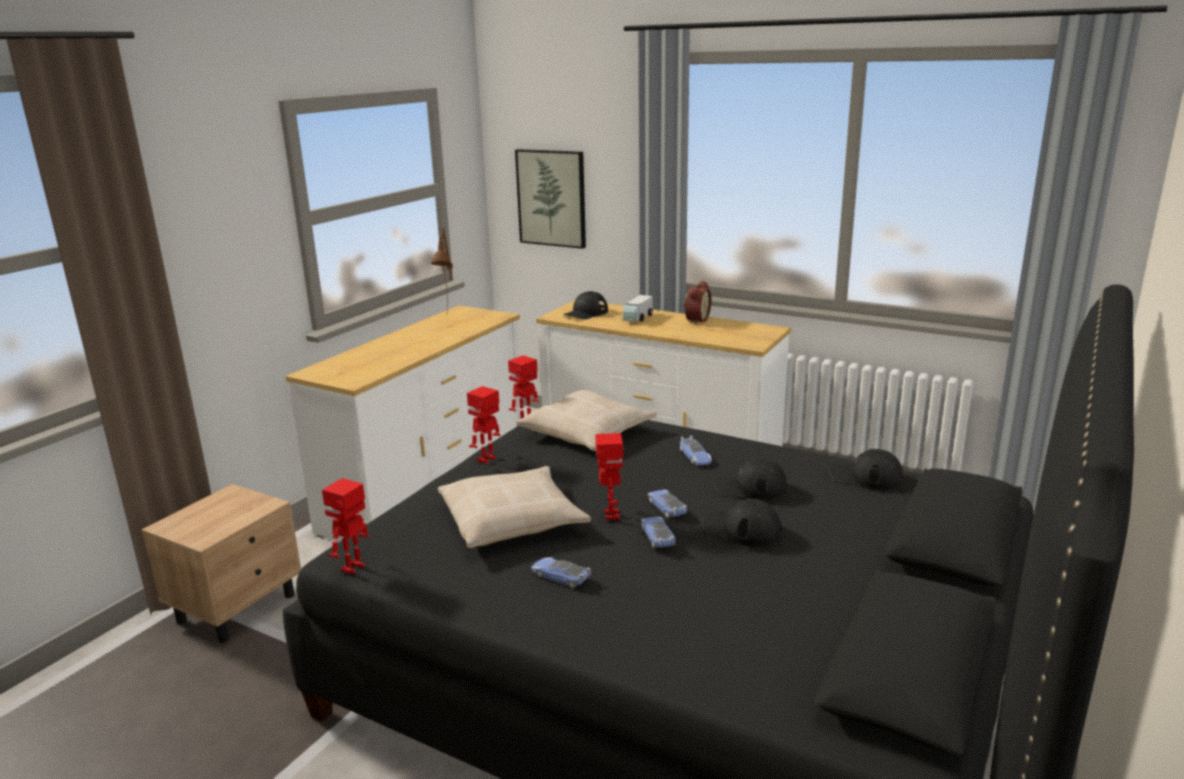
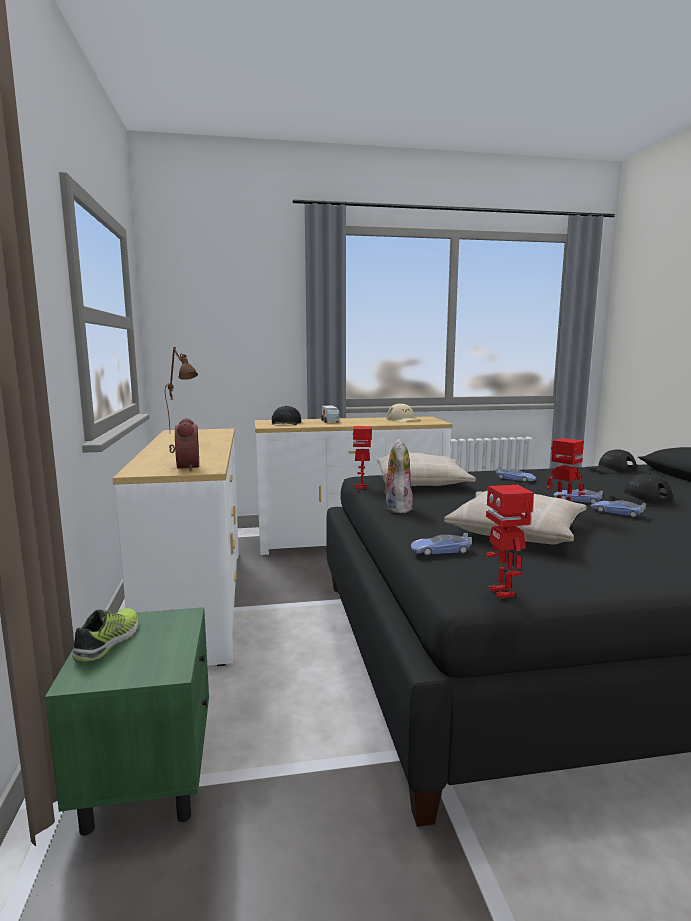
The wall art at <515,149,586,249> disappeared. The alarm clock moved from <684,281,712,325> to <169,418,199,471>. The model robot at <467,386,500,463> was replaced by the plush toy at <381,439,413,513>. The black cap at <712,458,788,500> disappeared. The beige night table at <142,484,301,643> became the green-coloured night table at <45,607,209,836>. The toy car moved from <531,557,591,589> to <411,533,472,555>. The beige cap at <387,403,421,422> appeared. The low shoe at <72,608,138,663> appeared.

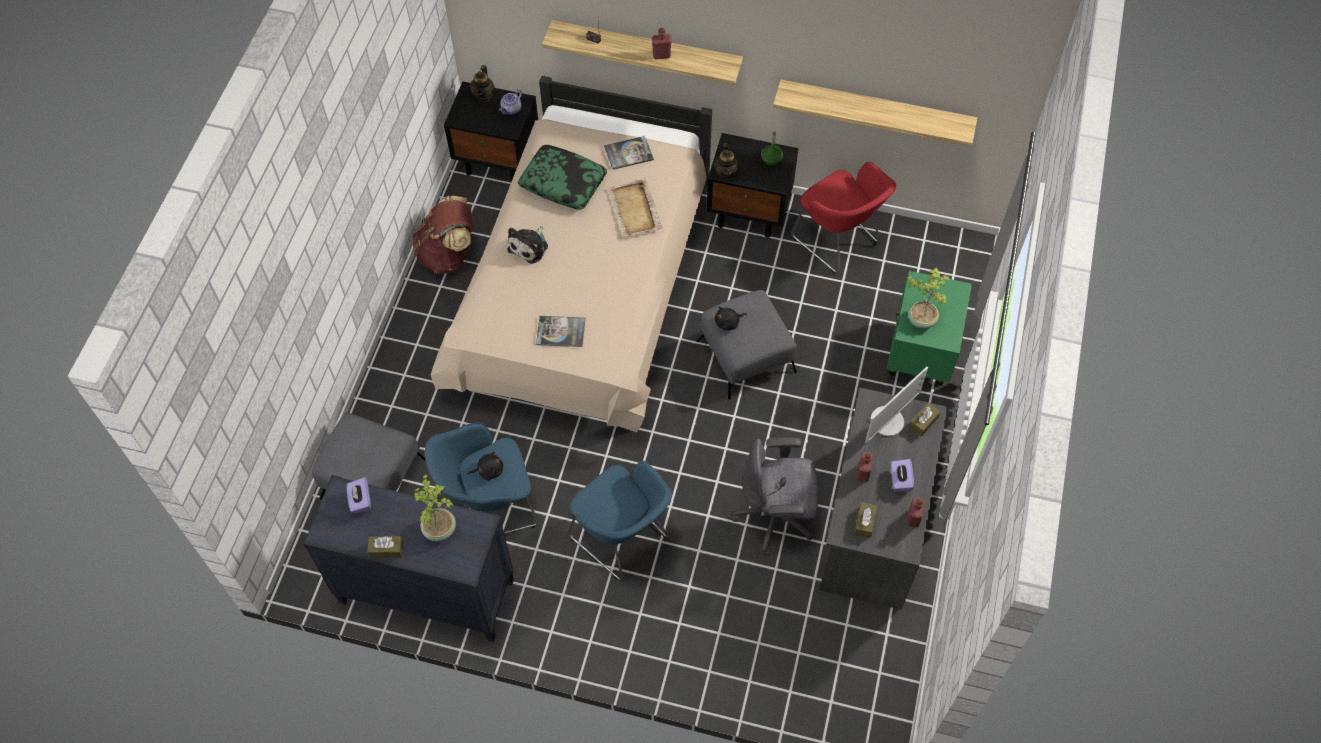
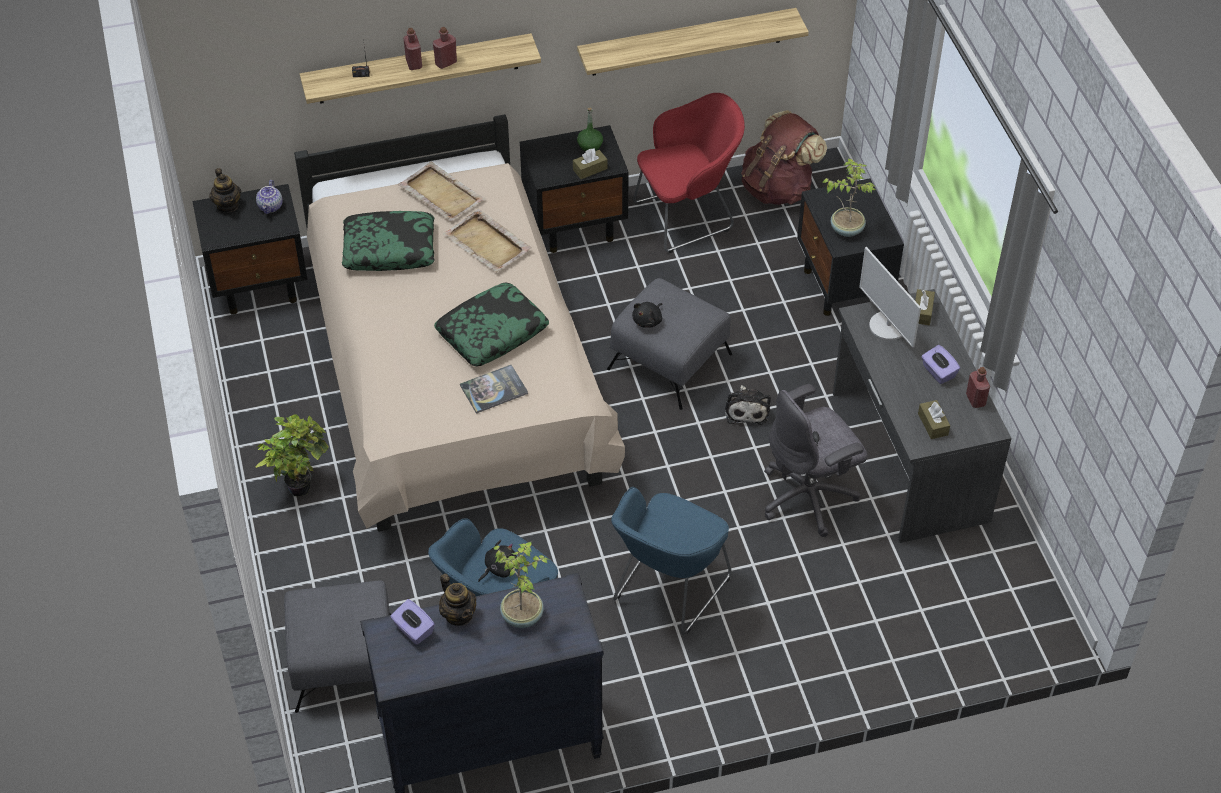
The bound book at <604,136,654,170> was replaced by the beige serving tray at <398,161,485,221>. The tea pot moved from <713,143,740,180> to <439,574,477,626>. The red-coloured easy chair at <792,162,897,273> turned 45 degrees counterclockwise. The brown rucksack moved from <412,196,473,274> to <741,110,827,205>. The plush toy moved from <507,226,548,264> to <725,385,771,425>. The green-coloured night table at <887,271,972,386> became the black night table at <797,178,904,316>. The monitor at <865,367,928,443> turned 135 degrees clockwise. The red-coloured beverage bottle moved from <856,452,874,482> to <404,28,422,70>. The bluish easy chair at <569,460,672,581> turned 105 degrees clockwise. The brown box of tissues moved from <367,536,403,558> to <573,148,607,179>. The pillow at <434,282,549,366> appeared. The houseplant at <255,414,329,496> appeared.

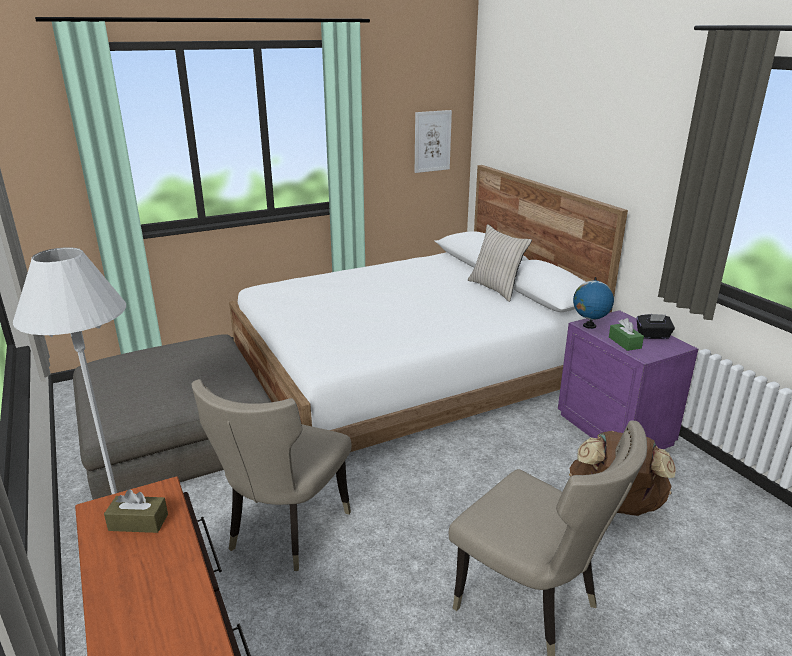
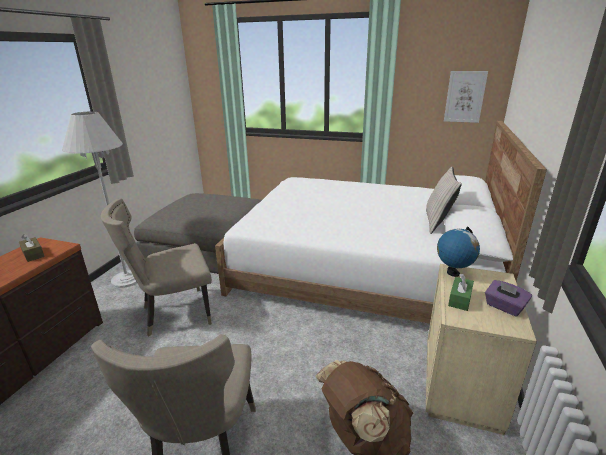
The purple-coloured night table at <558,310,698,449> became the beige night table at <426,264,537,435>. The black box of tissues at <637,314,675,339> became the purple-coloured box of tissues at <485,280,532,317>.

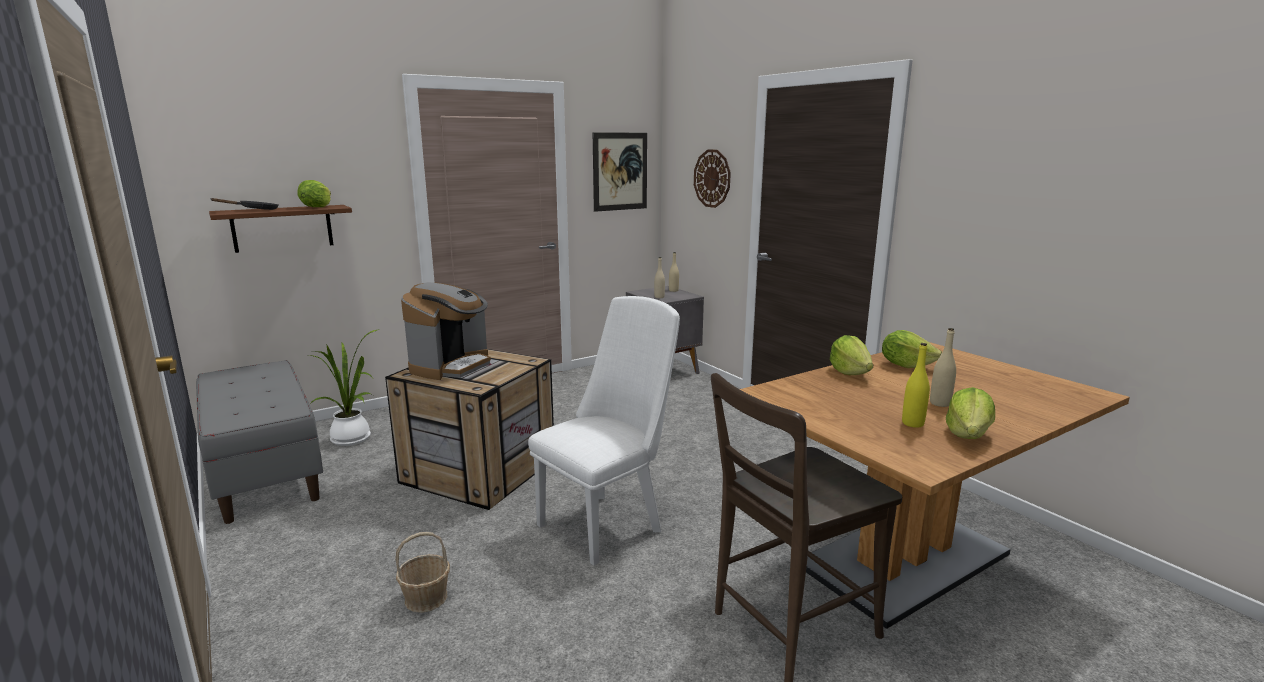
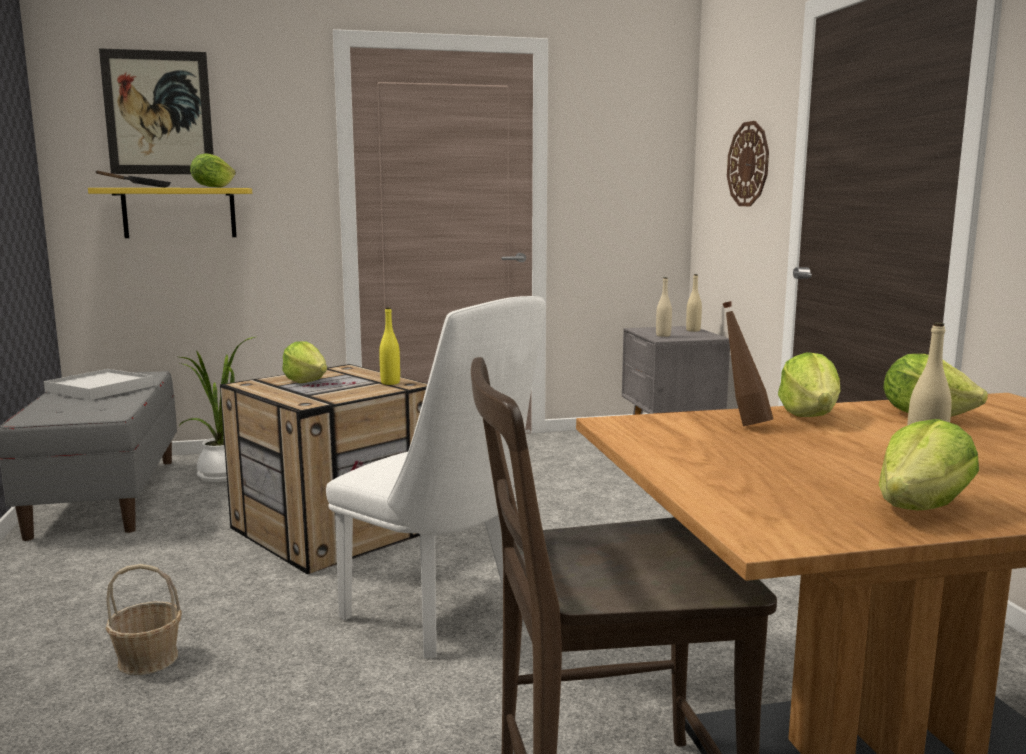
The wall art moved from <593,132,647,212> to <99,48,214,174>. The brown bracket shelf at <209,205,352,253> became the yellow bracket shelf at <88,188,252,238>. The coffee maker at <401,282,491,380> was replaced by the lettuce head at <282,341,327,383>. The whitish plain chair at <528,296,680,566> turned 60 degrees clockwise. The yellow beverage bottle moved from <902,343,930,428> to <379,307,400,385>. The brown beverage bottle at <723,301,773,426> appeared. The whitish serving tray at <44,369,154,400> appeared.

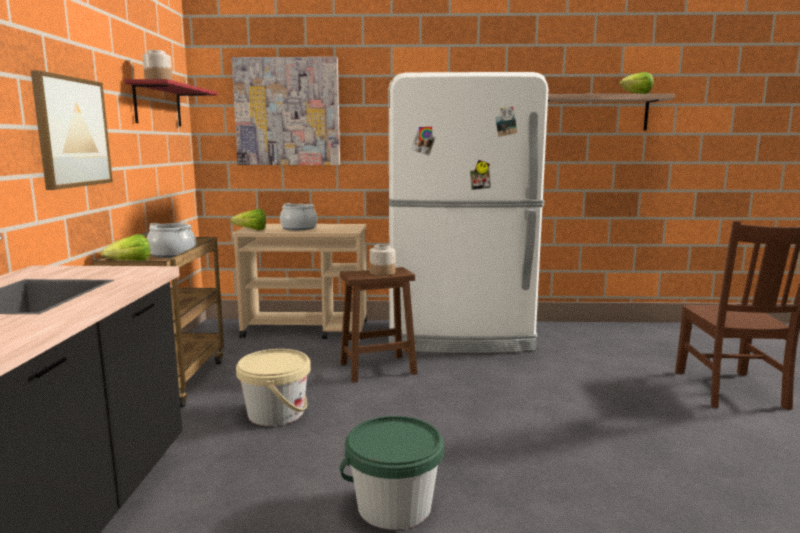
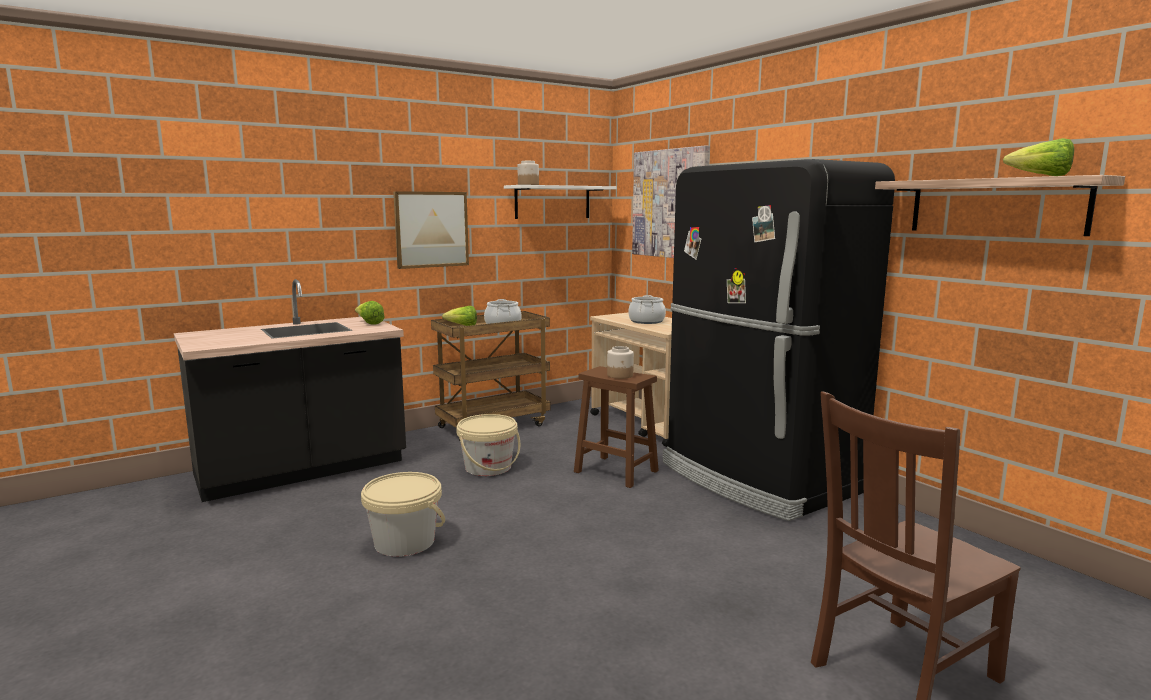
The whitish kitchen fridge at <388,72,548,353> became the black kitchen fridge at <663,159,895,521>. The red-coloured bracket shelf at <124,79,217,127> became the whitish bracket shelf at <504,185,617,219>. The lettuce head moved from <230,209,266,230> to <355,301,385,325>. The green-coloured water bucket at <340,416,444,530> became the beige water bucket at <361,472,445,557>.

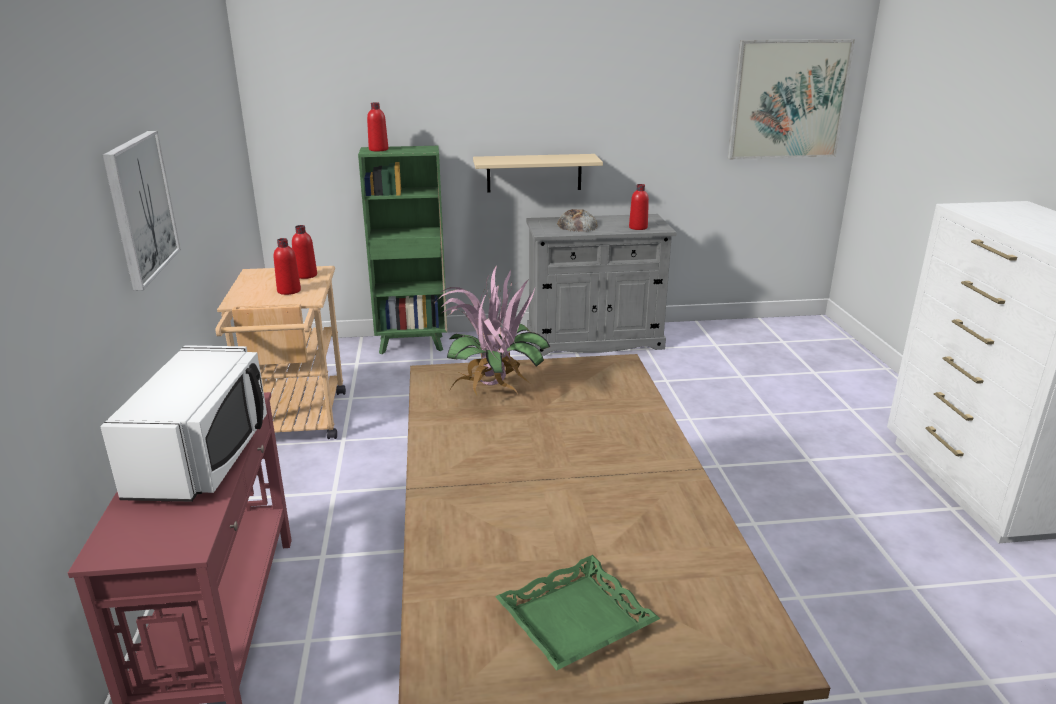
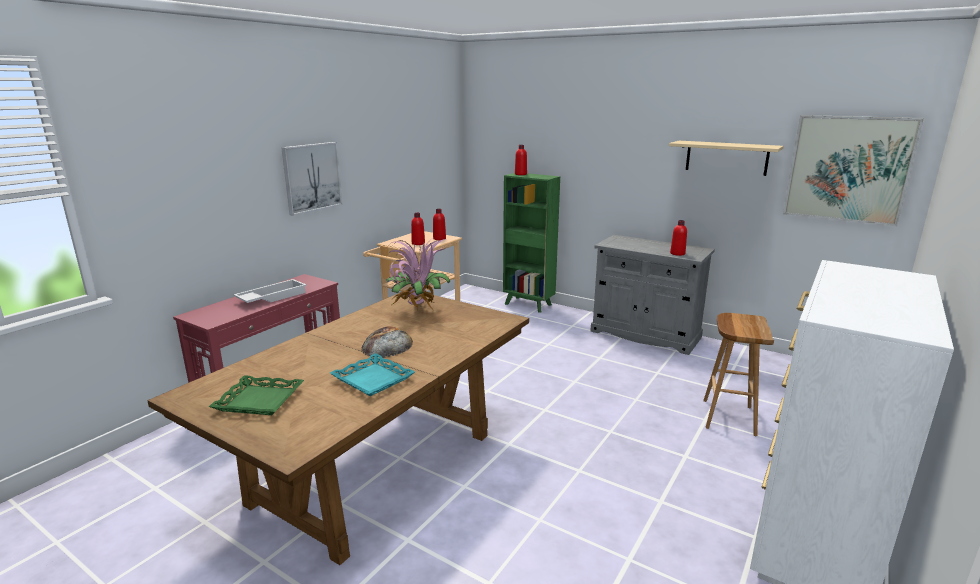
The beige bracket shelf moved from <473,154,603,193> to <669,141,784,176>. The bakery bread moved from <557,209,598,232> to <361,326,413,358>. The whitish microwave oven at <100,345,267,502> was replaced by the whitish serving tray at <233,279,306,303>. The brown stool at <703,313,774,436> appeared. The blue-green serving tray at <330,353,415,396> appeared.

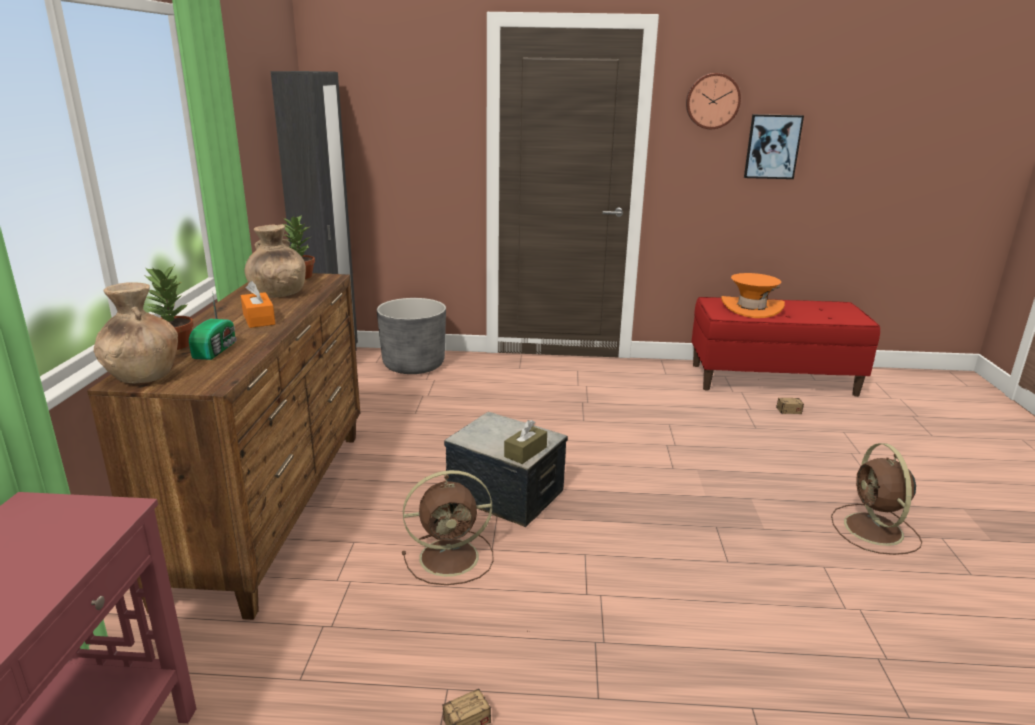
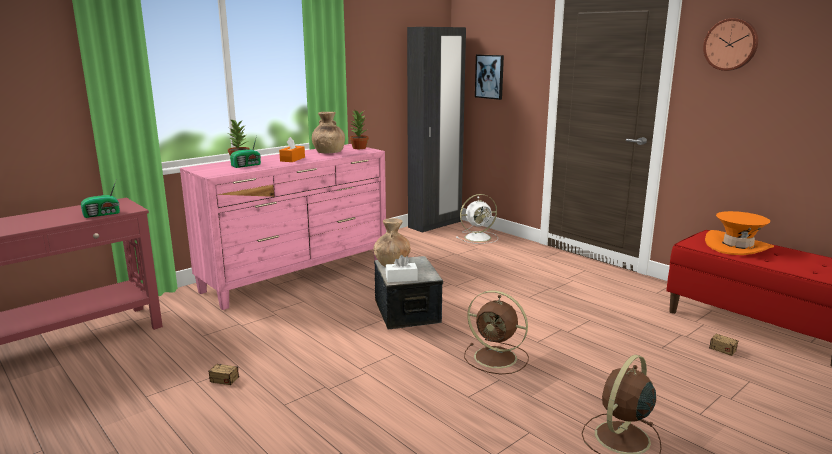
The wall art moved from <744,114,804,179> to <475,55,504,100>. The brown drawer chest at <87,273,360,620> became the pinkish drawer chest at <180,144,386,310>. The brown decorative vase moved from <94,282,178,383> to <373,218,411,267>. The gray flower pot at <377,298,446,374> was replaced by the whitish cooling fan at <456,194,498,244>. The brown box of tissues at <504,420,547,464> became the whitish box of tissues at <386,255,418,282>. The brown cooling fan moved from <402,470,494,585> to <464,291,529,374>. The radio at <81,181,120,218> appeared.

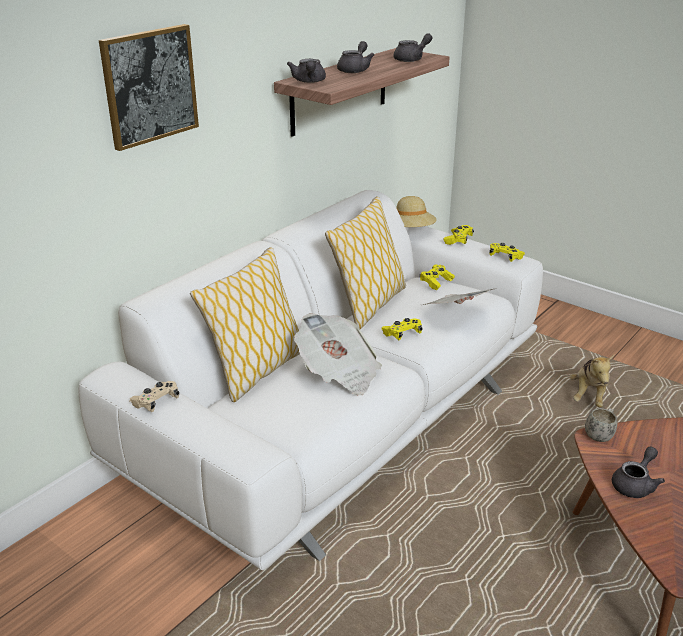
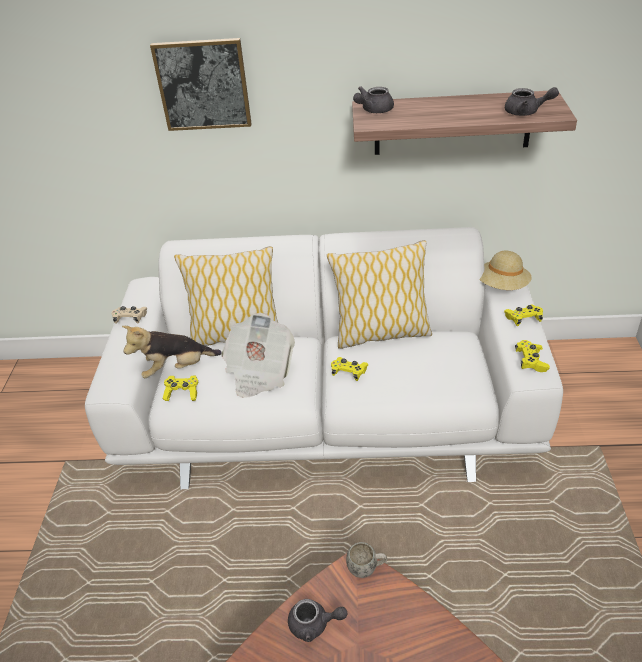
The gray tea pot at <337,41,374,73> disappeared. The yellow gamepad moved from <420,264,455,290> to <163,375,198,401>. The newspaper at <422,288,497,305> disappeared. The plush toy moved from <570,355,614,407> to <122,326,222,378>.

